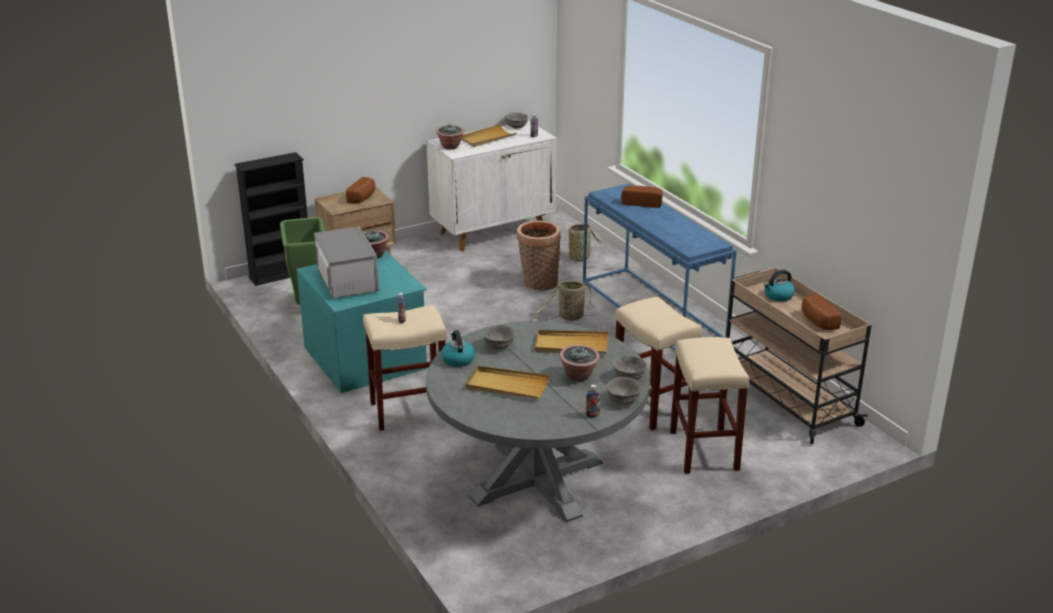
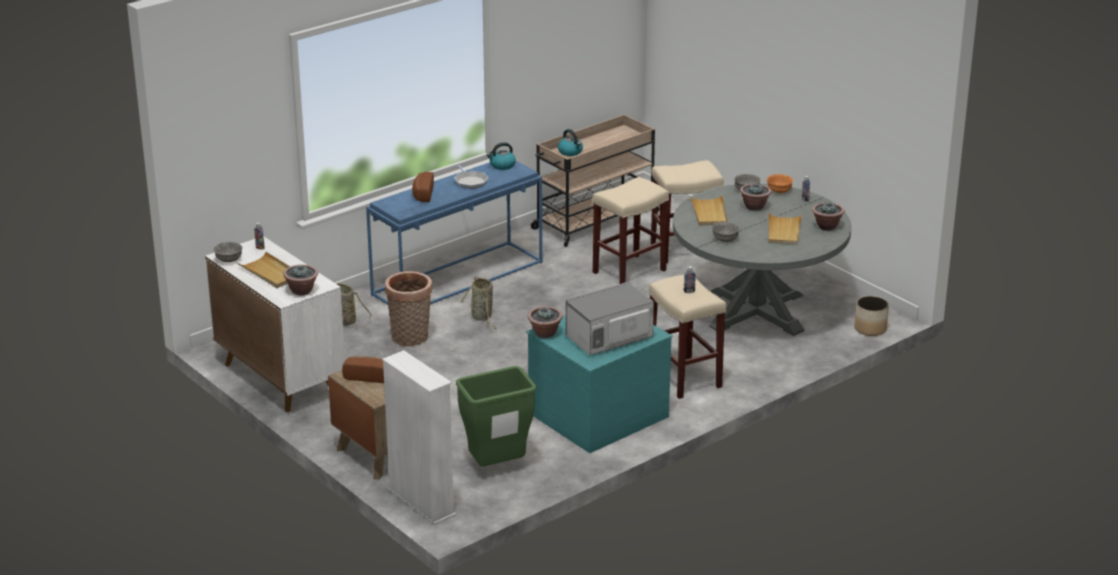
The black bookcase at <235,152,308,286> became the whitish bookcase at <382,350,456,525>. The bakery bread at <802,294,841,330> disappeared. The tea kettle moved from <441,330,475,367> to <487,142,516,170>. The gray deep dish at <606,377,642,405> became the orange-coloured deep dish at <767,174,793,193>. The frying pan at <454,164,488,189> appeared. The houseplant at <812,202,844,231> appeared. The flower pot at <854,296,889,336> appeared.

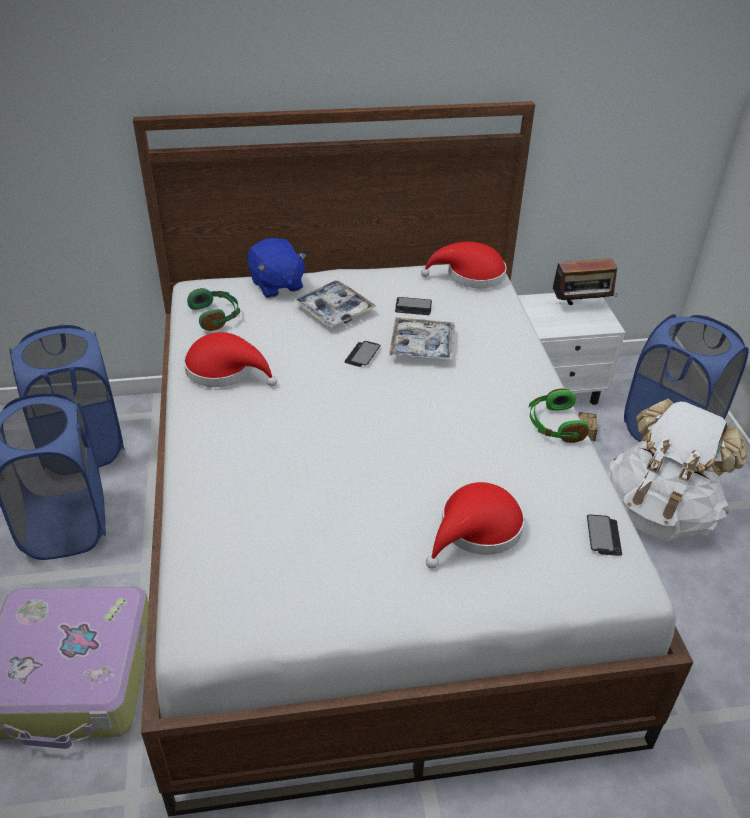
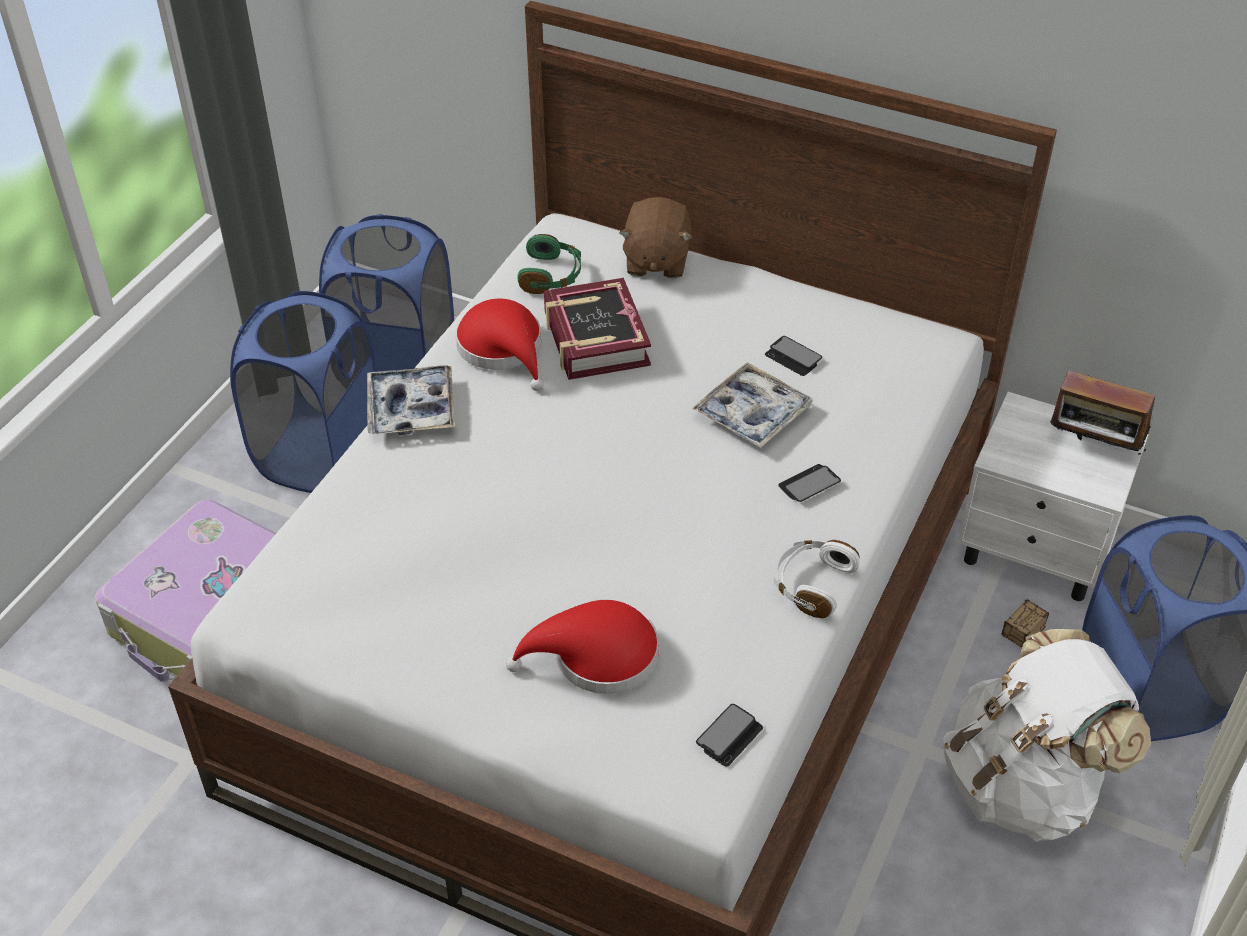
The bluish plush toy at <247,238,307,298> became the brown plush toy at <619,197,693,278>. The red-coloured wearable hat at <421,242,507,289> disappeared. The serving tray moved from <293,280,376,327> to <367,365,455,435>. The phone moved from <344,341,381,367> to <778,464,841,502>. The green-coloured headphones at <529,389,589,443> became the whitish headphones at <773,540,860,619>. The bound book at <544,278,651,380> appeared.

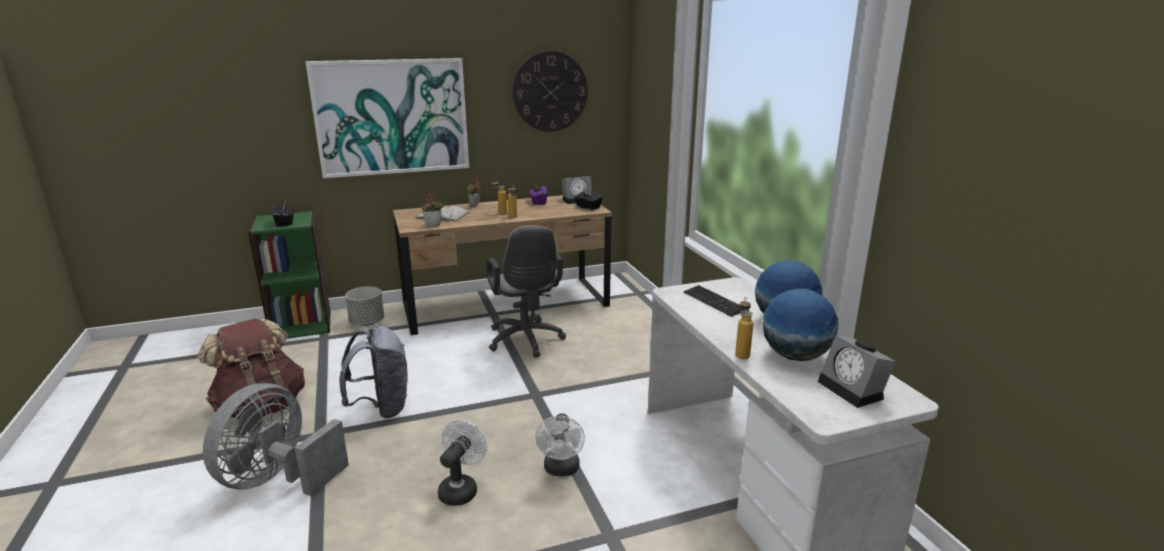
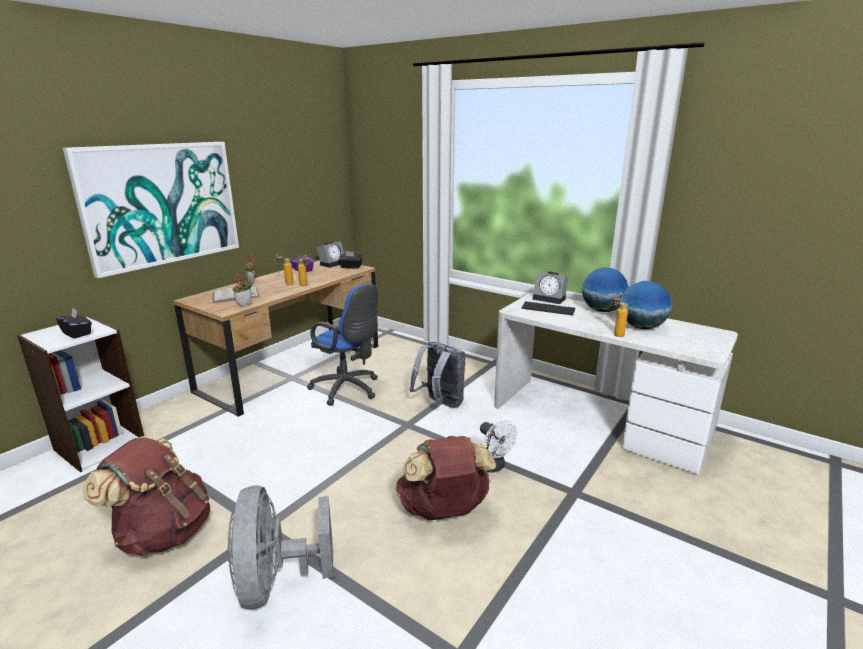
The clock on the wall at <512,51,588,132> disappeared. The green-coloured bookcase at <248,211,331,339> became the whitish bookcase at <17,316,144,472>. The gray office chair at <486,226,566,358> became the bluish office chair at <307,284,378,406>. The gray flower pot at <345,287,384,326> disappeared. The gray rucksack moved from <339,325,408,419> to <409,342,466,408>. The alarm clock moved from <817,335,896,408> to <533,272,569,304>. The whitish cooling fan at <438,420,487,506> was replaced by the brown rucksack at <396,436,496,520>.

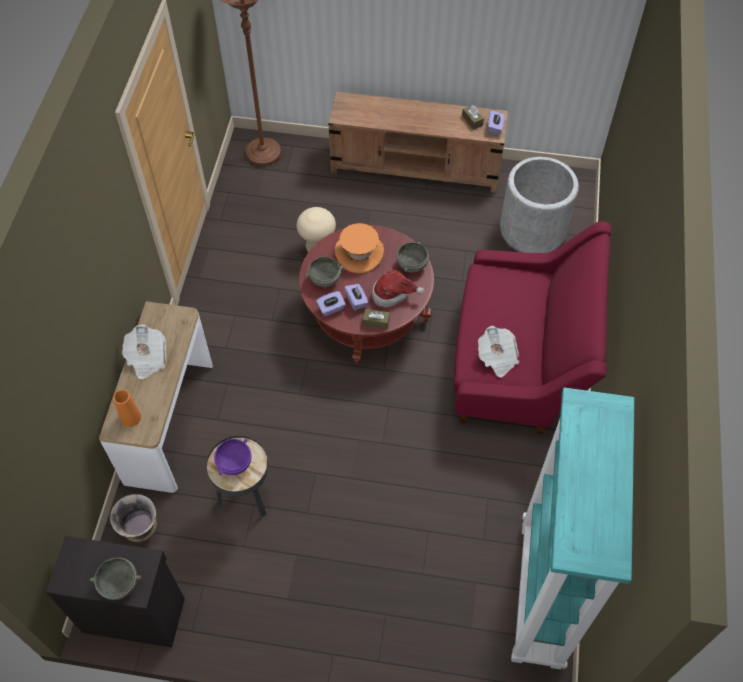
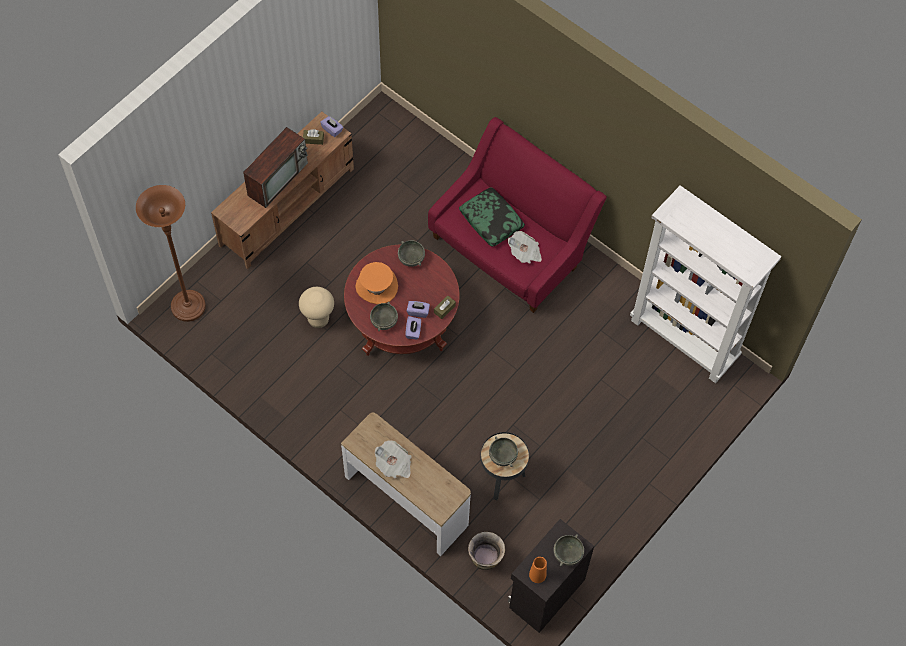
The gray flower pot at <500,157,579,253> disappeared. The wearable hat at <372,269,424,307> disappeared. The blue-green bookcase at <511,387,635,670> became the whitish bookcase at <630,185,782,383>. The orange-coloured decorative vase moved from <113,390,141,427> to <529,557,547,583>. The purple-coloured deep dish at <214,439,252,475> became the gray deep dish at <489,437,518,467>. The TV at <243,127,308,208> appeared. The pillow at <459,188,525,246> appeared.

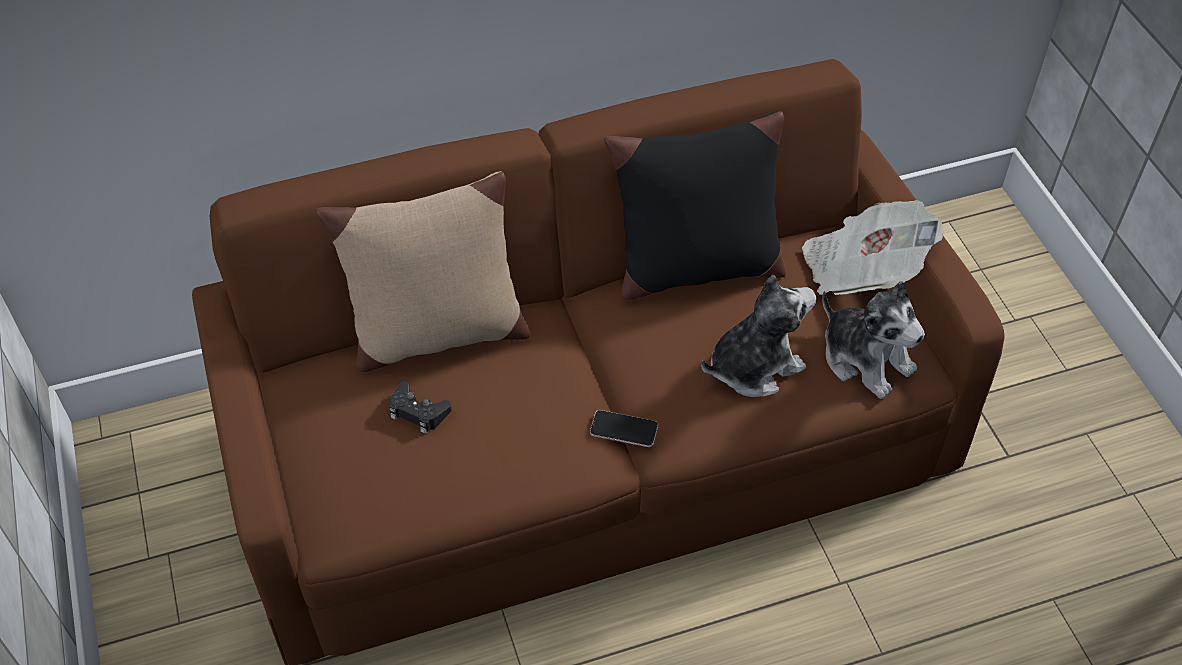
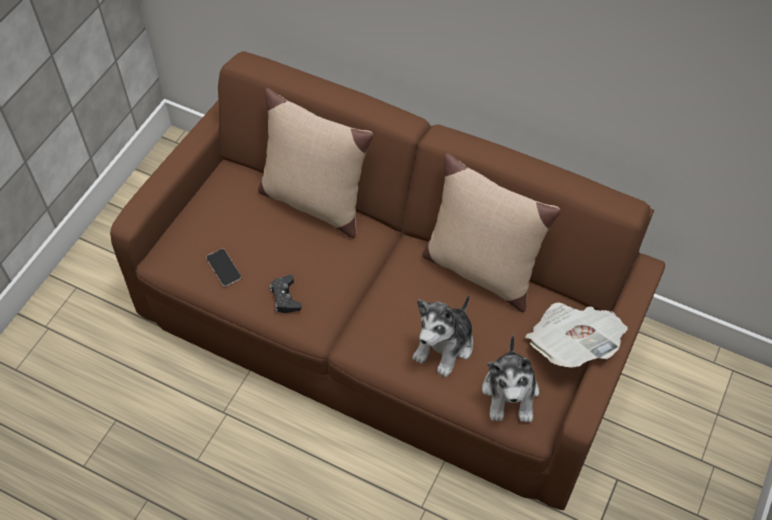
The black pillow at <604,111,786,300> became the beige pillow at <422,153,560,312>. The plush toy at <701,275,816,397> turned 105 degrees clockwise. The black gamepad moved from <389,381,452,434> to <270,275,302,313>. The phone moved from <590,410,658,447> to <206,249,242,287>.

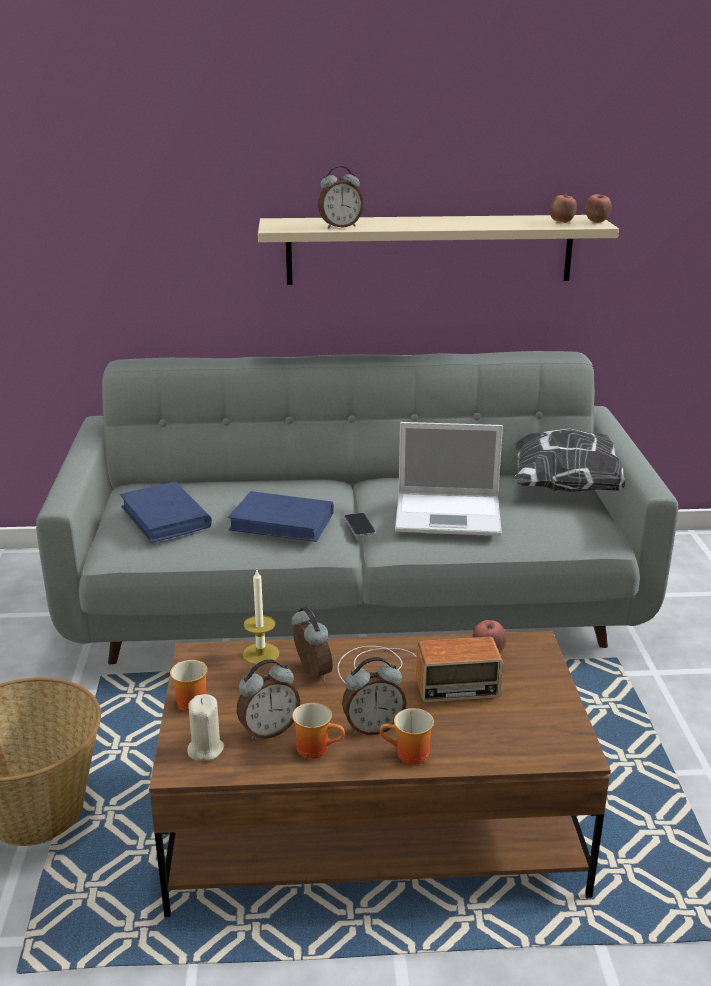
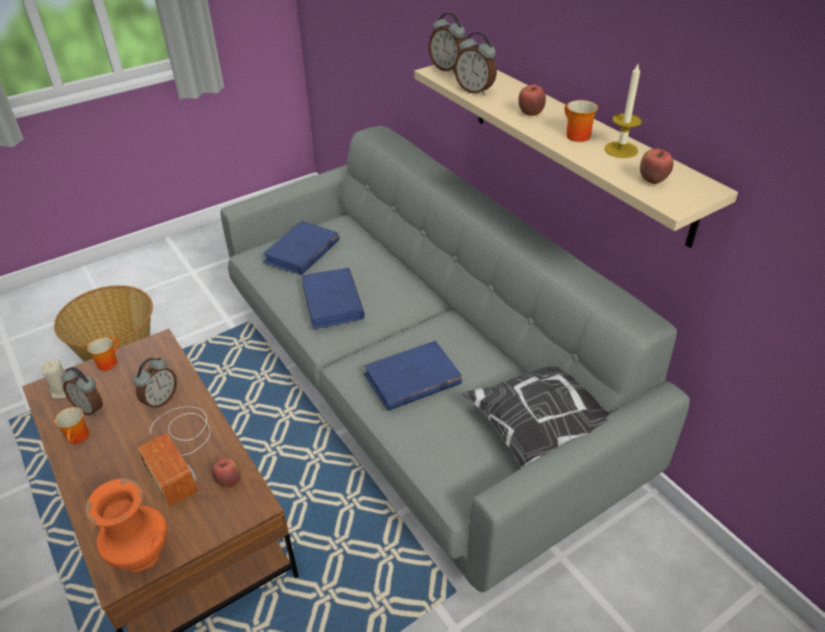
The apple moved from <585,193,611,223> to <518,85,546,116>. The laptop at <395,422,503,536> was replaced by the bluish bound book at <363,341,462,411>. The phone at <344,513,376,537> disappeared. The wax light moved from <243,568,279,665> to <605,64,642,158>. The alarm clock moved from <342,657,406,735> to <429,13,466,72>. The mug moved from <379,708,434,765> to <565,100,598,142>. The orange-coloured decorative vase at <85,479,167,572> appeared.

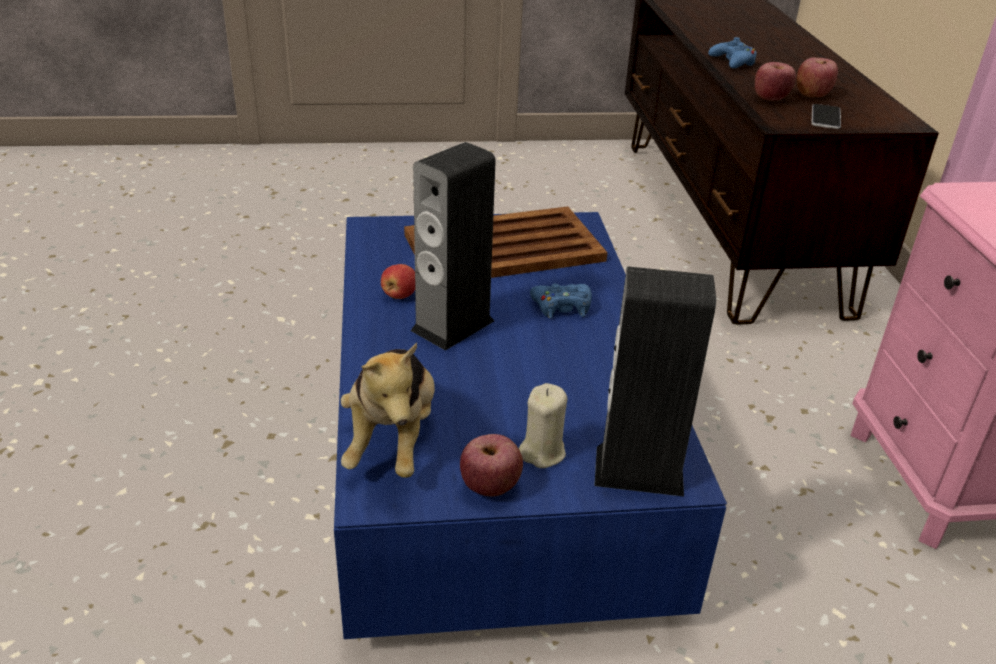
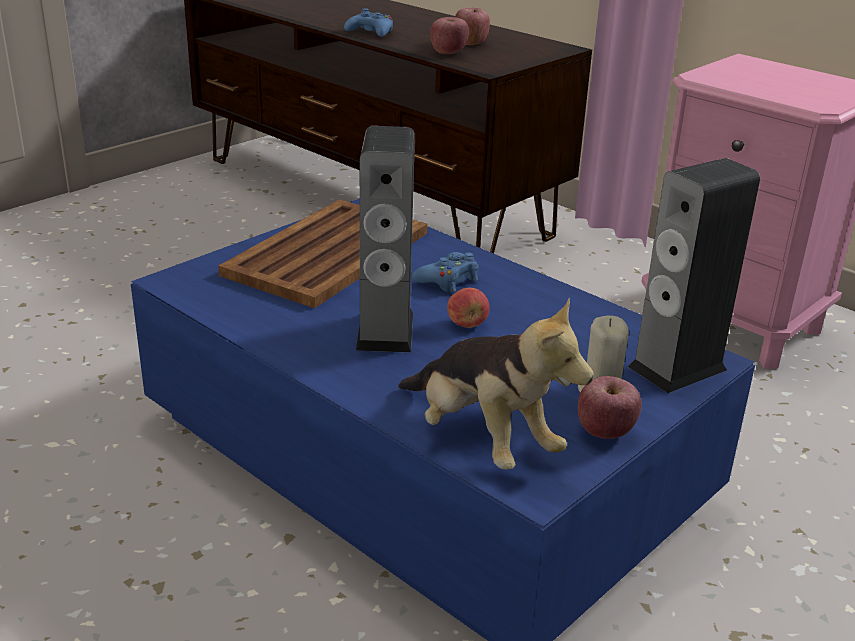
The phone at <812,104,841,129> disappeared. The apple moved from <381,264,415,299> to <447,288,490,328>.

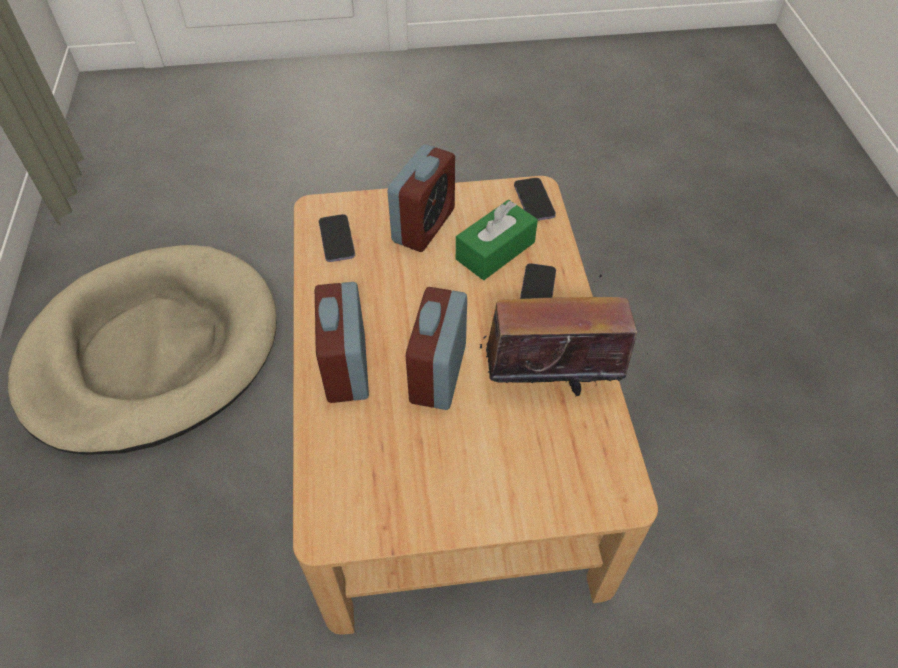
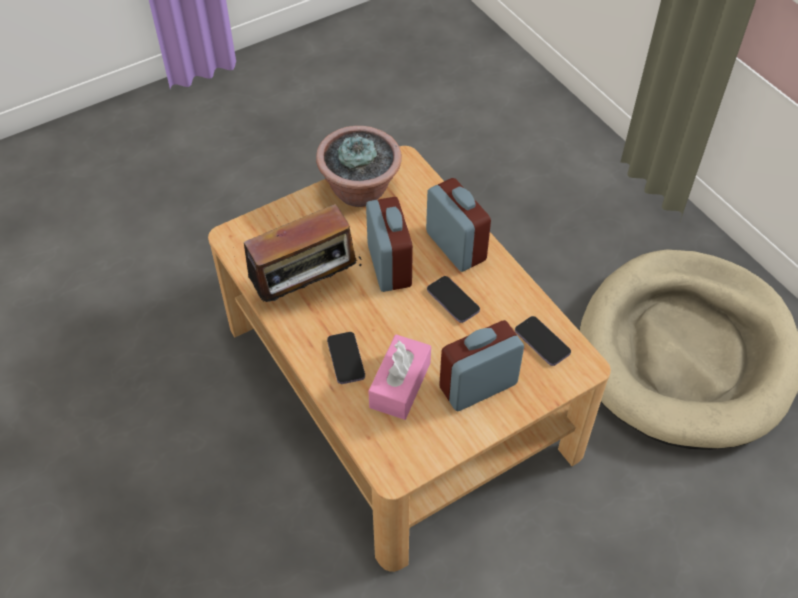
The alarm clock at <387,144,455,252> turned 60 degrees clockwise. The phone moved from <514,178,556,221> to <427,276,480,323>. The green-coloured box of tissues at <456,200,538,280> became the pinkish box of tissues at <368,334,431,420>. The houseplant at <316,126,402,207> appeared.

